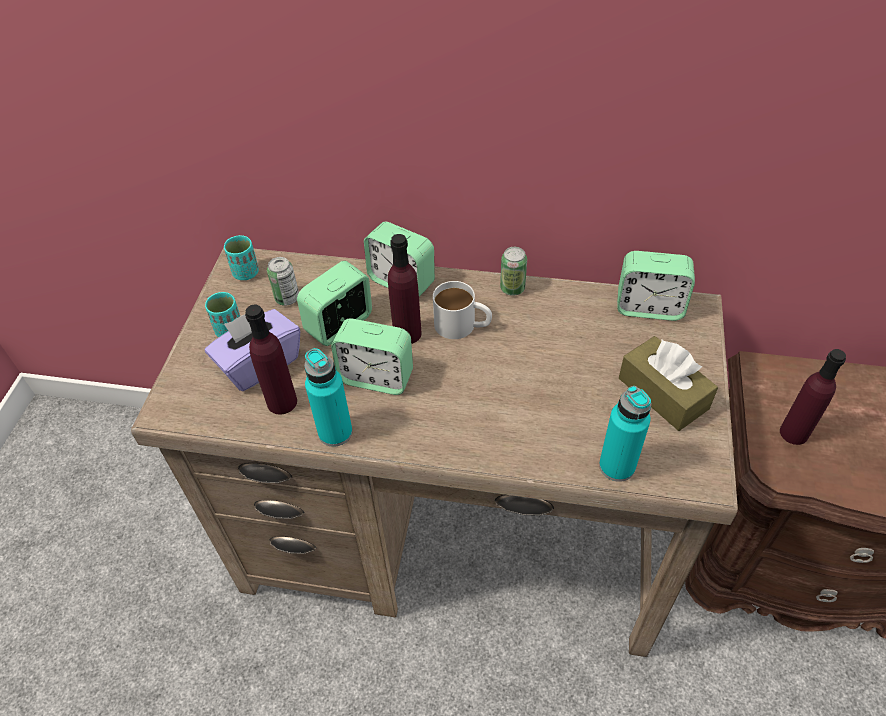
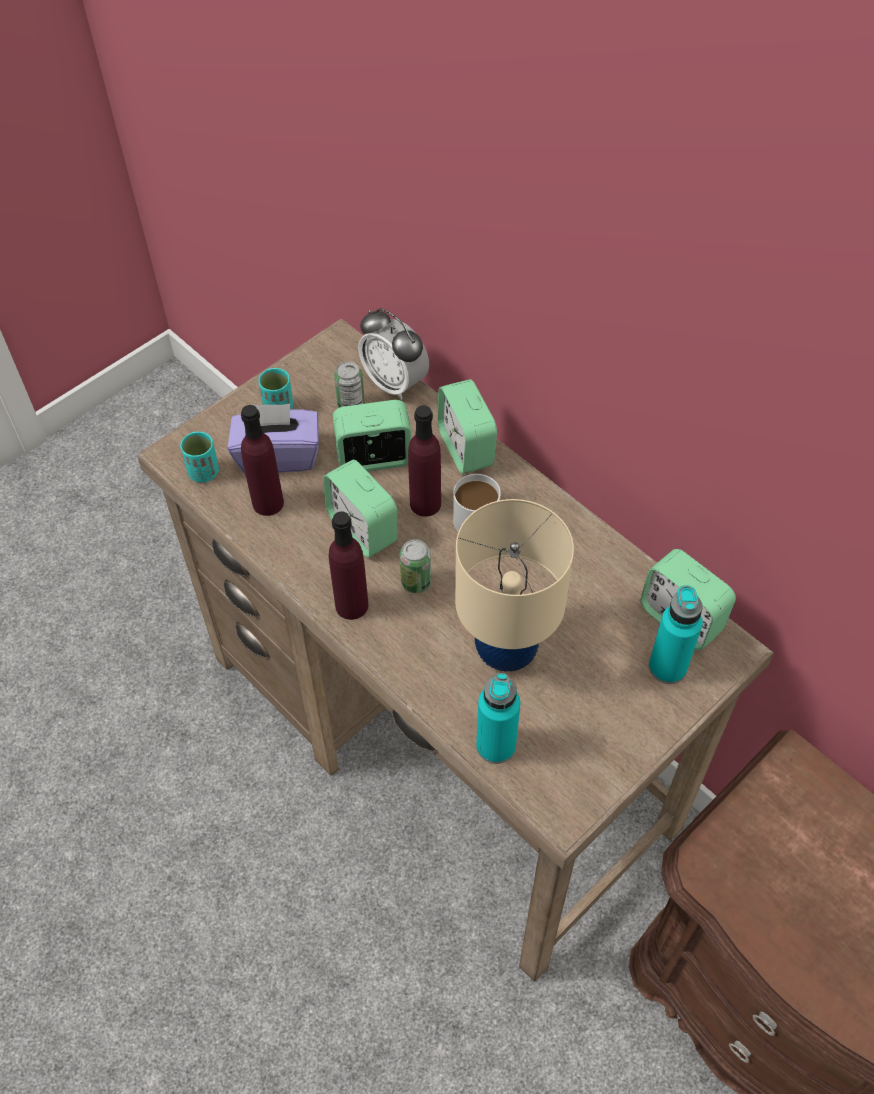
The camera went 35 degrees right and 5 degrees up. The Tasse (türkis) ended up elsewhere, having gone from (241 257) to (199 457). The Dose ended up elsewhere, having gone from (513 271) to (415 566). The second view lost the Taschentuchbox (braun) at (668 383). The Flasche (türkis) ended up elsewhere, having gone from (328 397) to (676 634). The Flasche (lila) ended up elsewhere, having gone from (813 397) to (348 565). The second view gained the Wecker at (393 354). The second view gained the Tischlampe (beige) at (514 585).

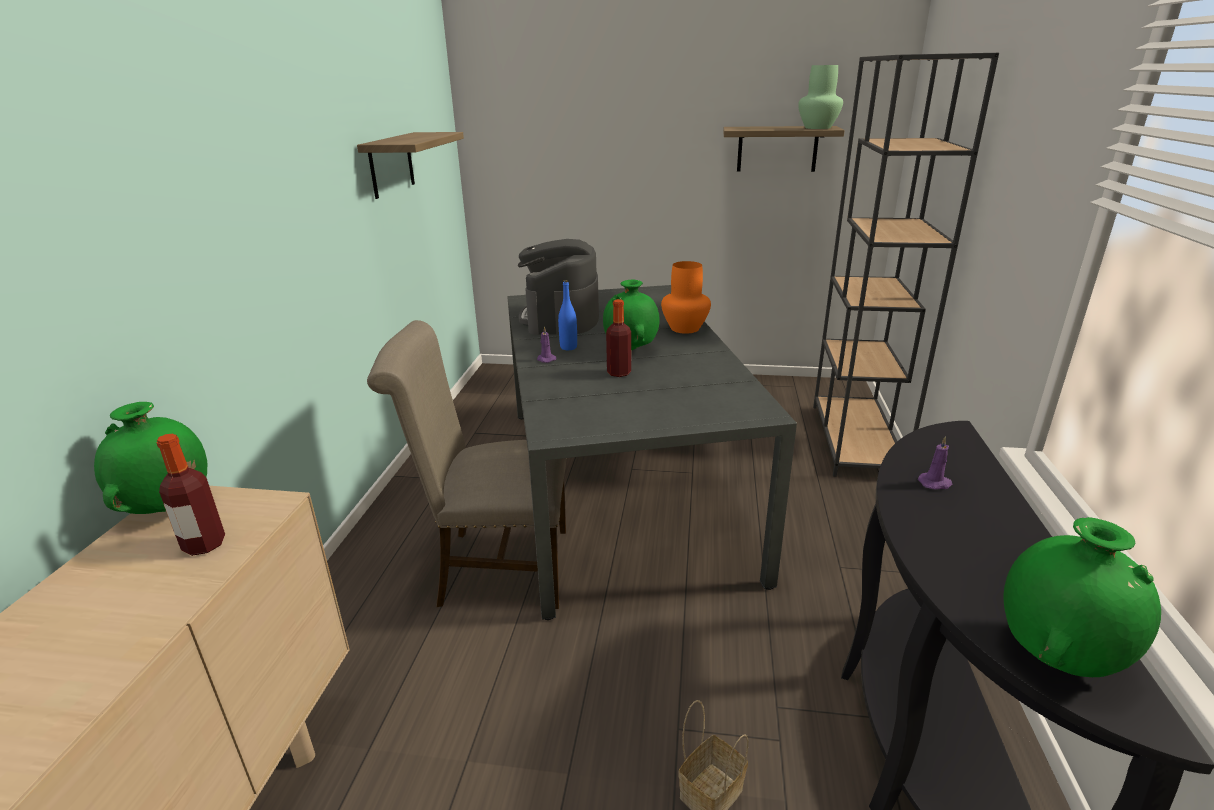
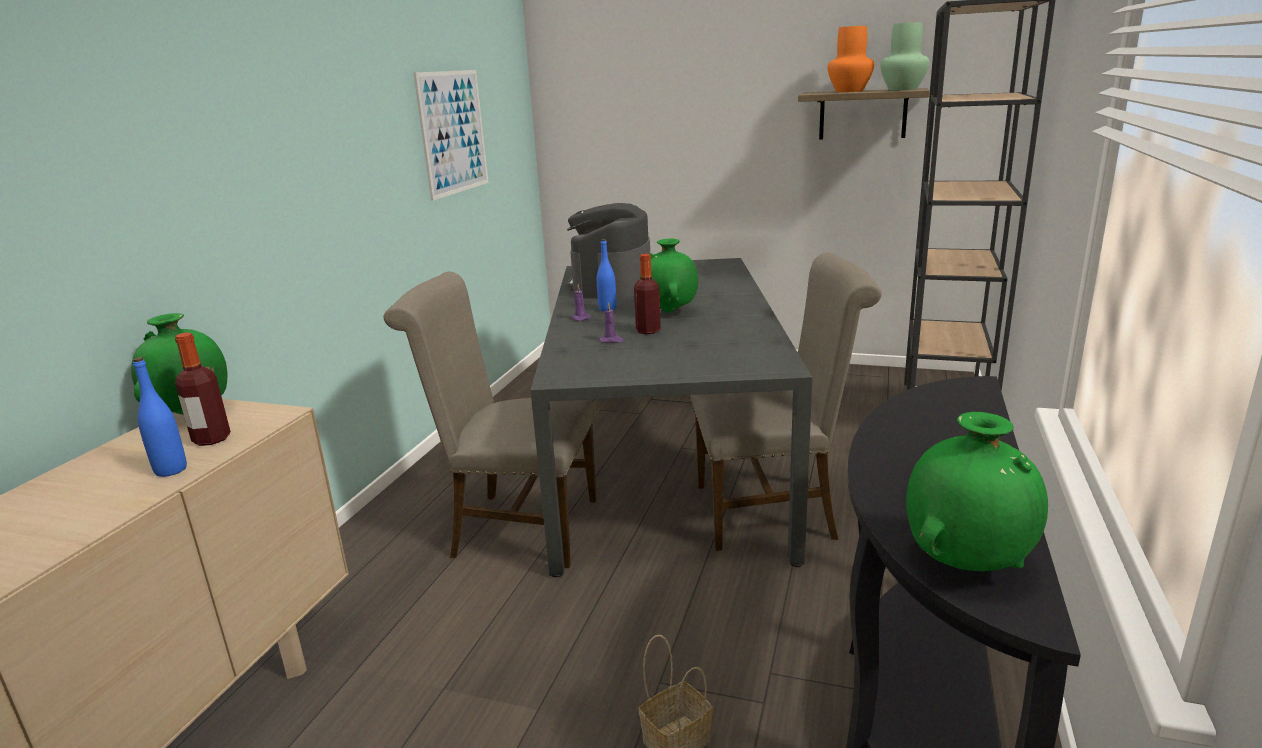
The camera went 10 degrees right and 5 degrees down. Where the Wandregal hung at (410 165), the Bild came to hang at (451 135). The Vase (orange) ended up elsewhere, having gone from (686 297) to (851 59). The Kerze (lila) ended up elsewhere, having gone from (935 462) to (611 323). The second view gained the Stuhl (beige) at (786 401). The second view gained the Flasche (blau) at (160 417).

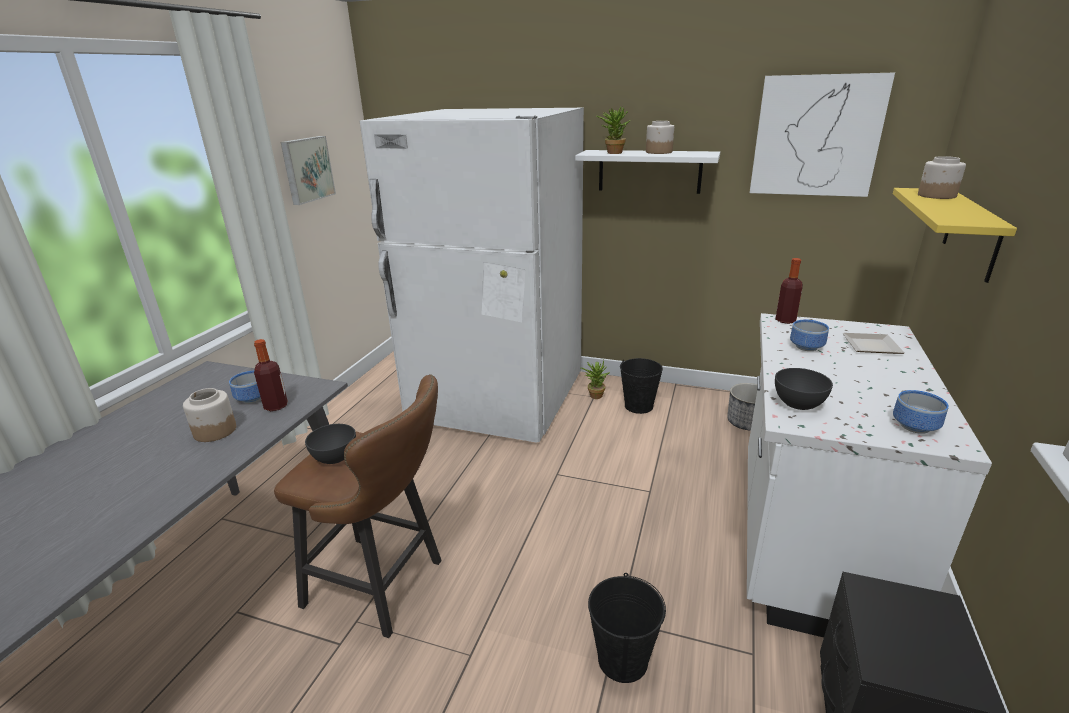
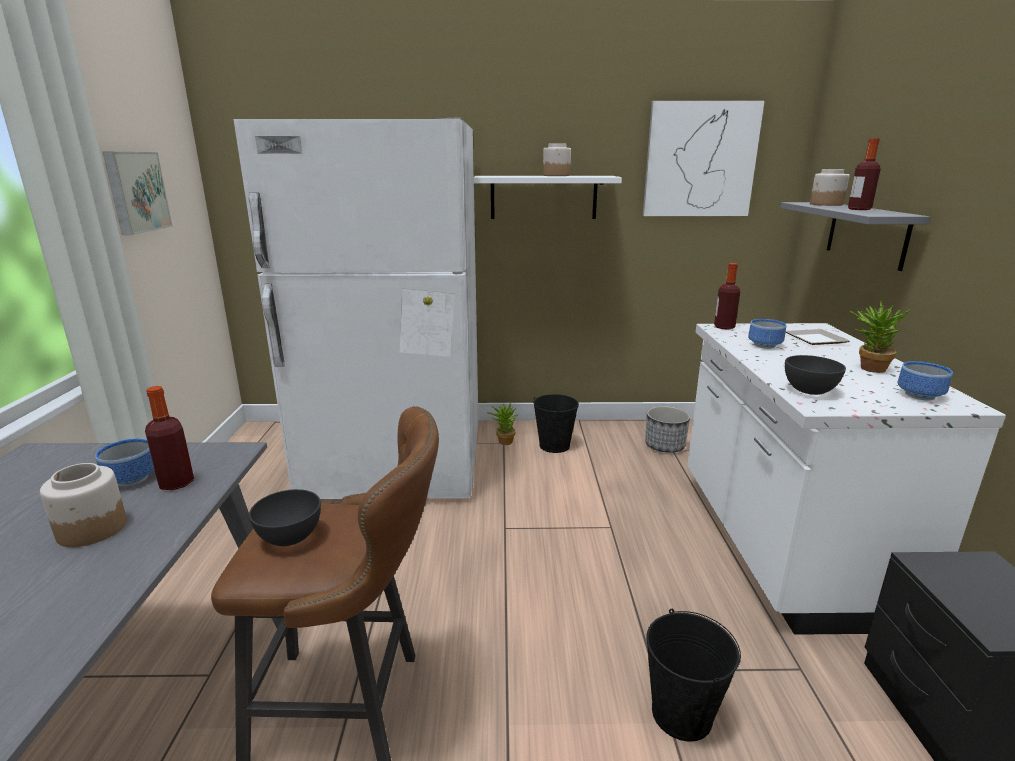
The camera went 20 degrees left and 5 degrees down. The Topfpflanze ended up elsewhere, having gone from (613 130) to (879 336). What was the Wandregal (gelb) at (955 235) turned into the Wandregal (grau) at (855 236). The second view gained the Flasche at (864 174).

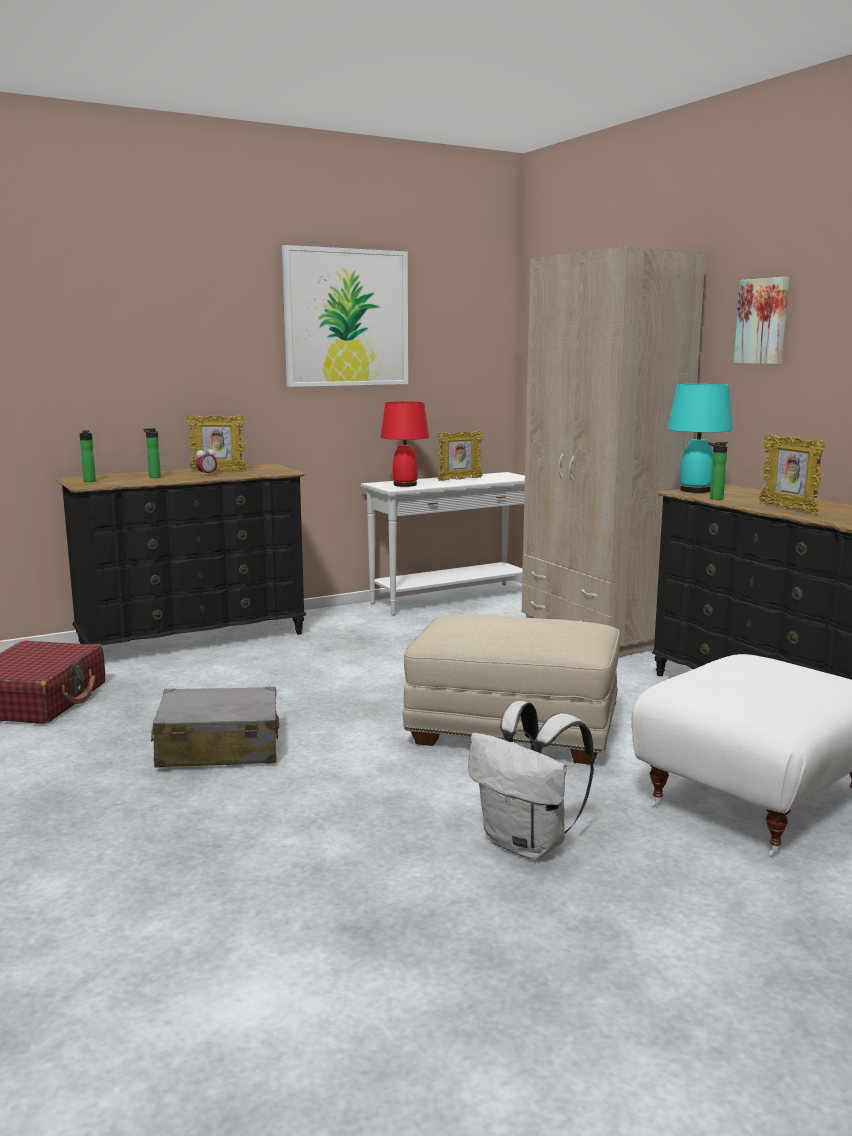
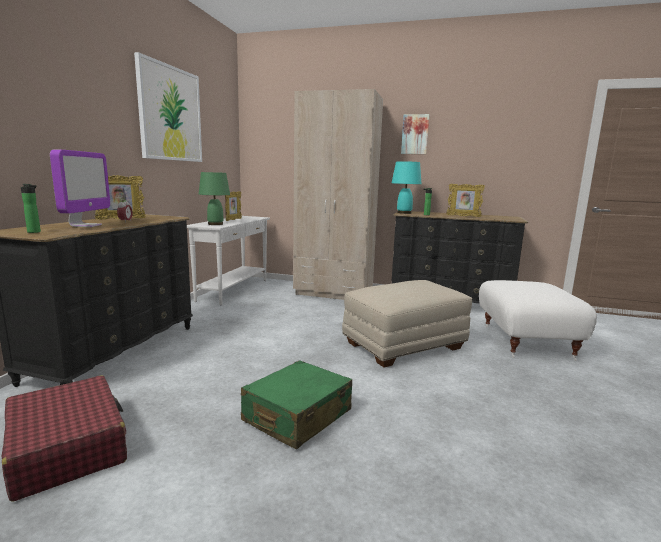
The camera went 45 degrees left and 0 degrees up. What was the Tischlampe (rot) at (405 444) turned into the Tischlampe (grün) at (214 198). Where the Flasche stood at (152 453), the Monitor came to stand at (80 188). What was the Koffer (grau) at (215 727) turned into the Koffer (grün) at (296 404). The second view lost the Rucksack (weiß) at (531 780).

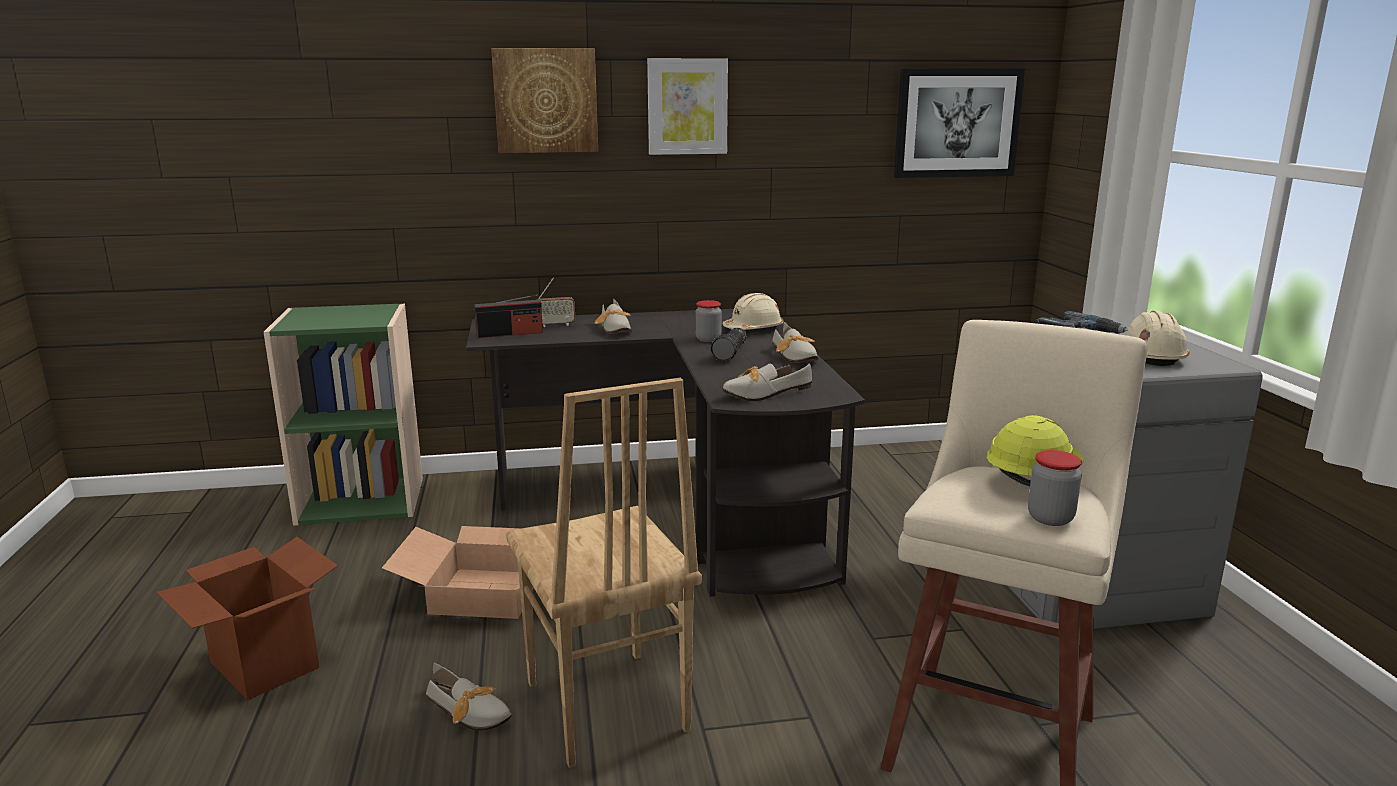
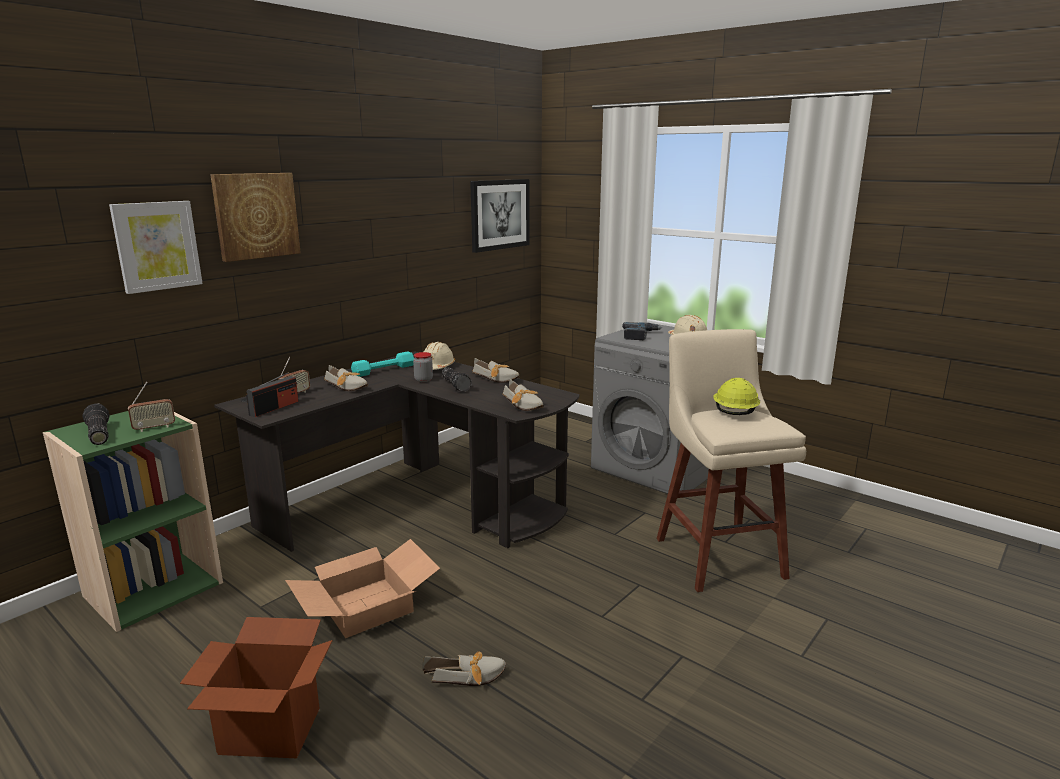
The camera went 40 degrees left and 0 degrees up. The Bild ended up elsewhere, having gone from (687 106) to (156 247). The Schuh at (767 382) ended up facing another way, 60 degrees counterclockwise from before. The second view lost the Stuhl (braun) at (604 573). The second view lost the Vorratsglas at (1055 488). The second view gained the Hantel (türkis) at (382 364). The second view gained the Radio at (151 407). The second view gained the Taschenlampe at (96 424).

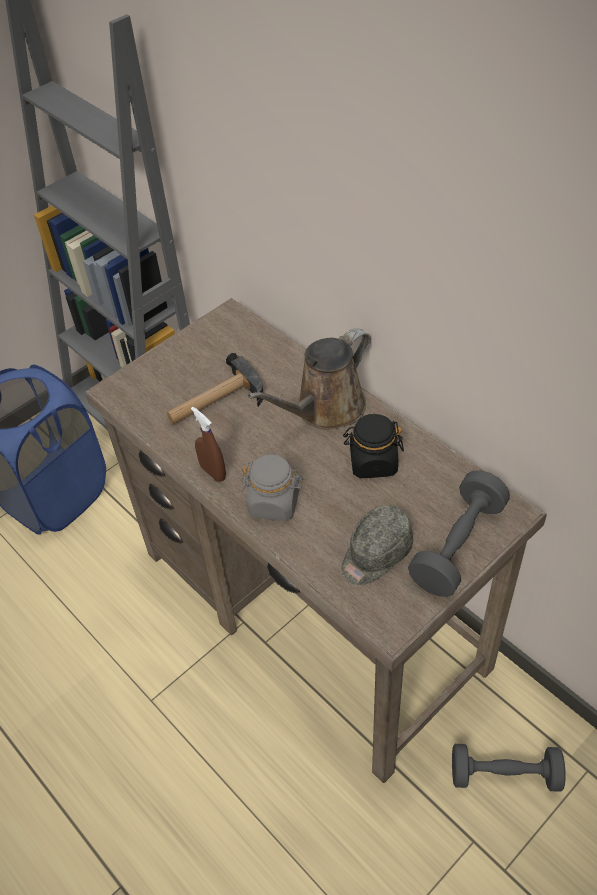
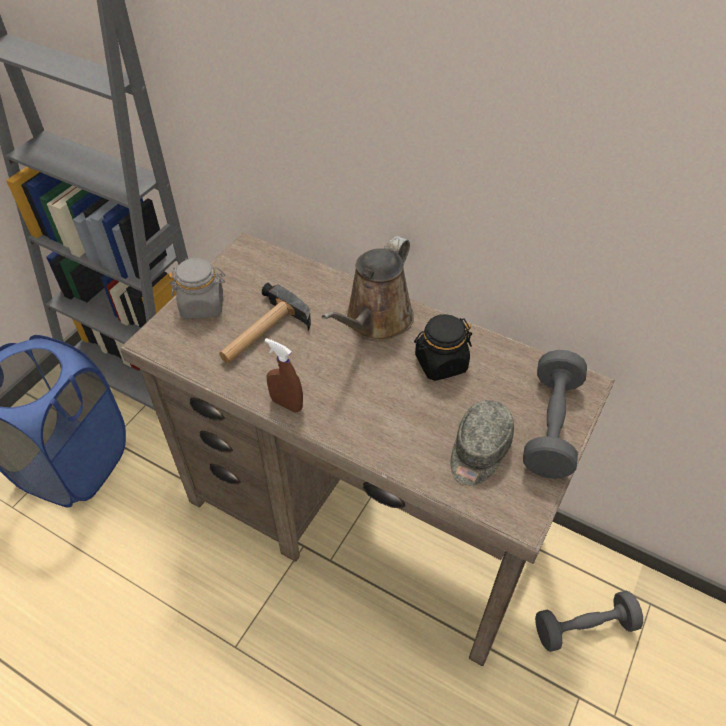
The camera went 20 degrees left and 0 degrees up. The Vorratsglas (grau) ended up elsewhere, having gone from (272 487) to (197 288).

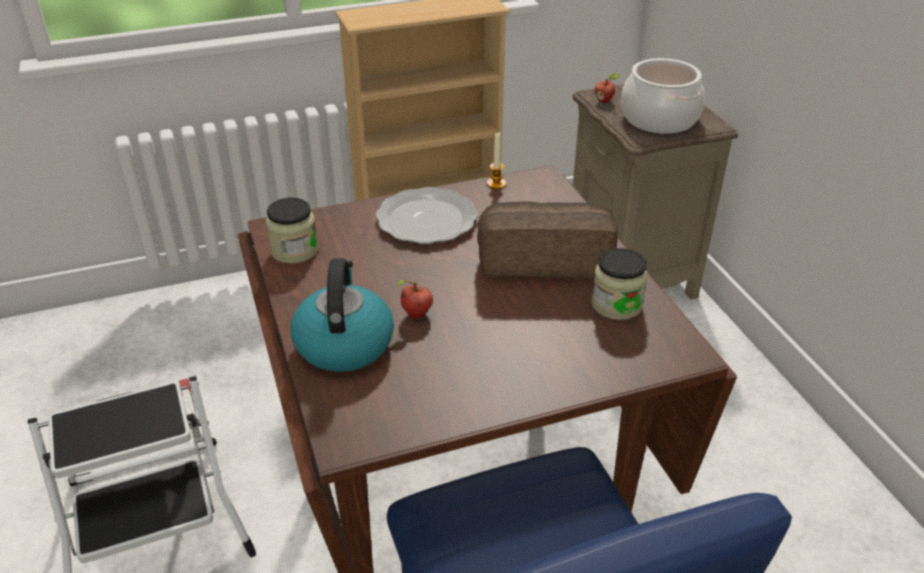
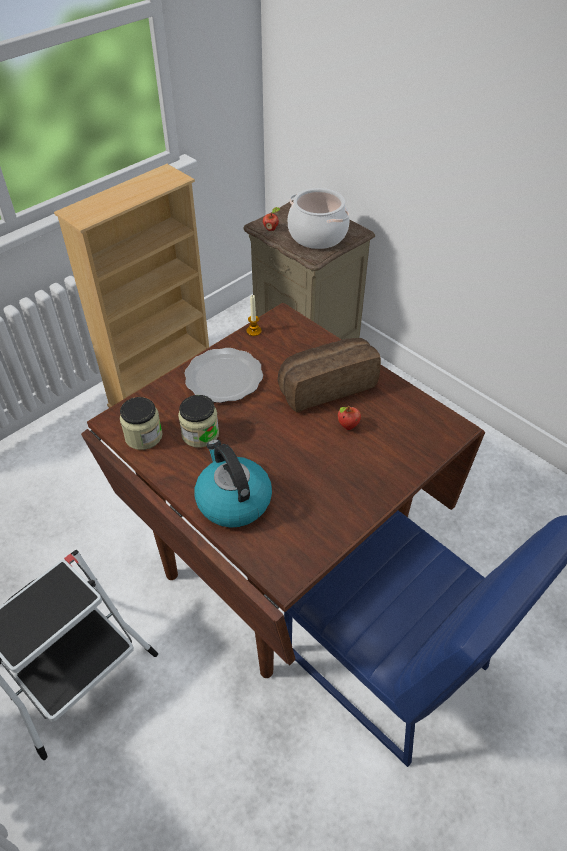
The camera went 25 degrees left and 10 degrees up. The Vorratsglas ended up elsewhere, having gone from (619 284) to (198 421). The Apfel ended up elsewhere, having gone from (414 299) to (349 418).

